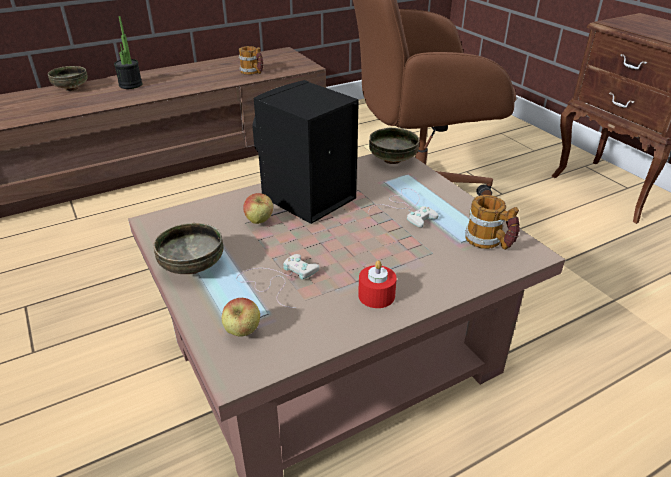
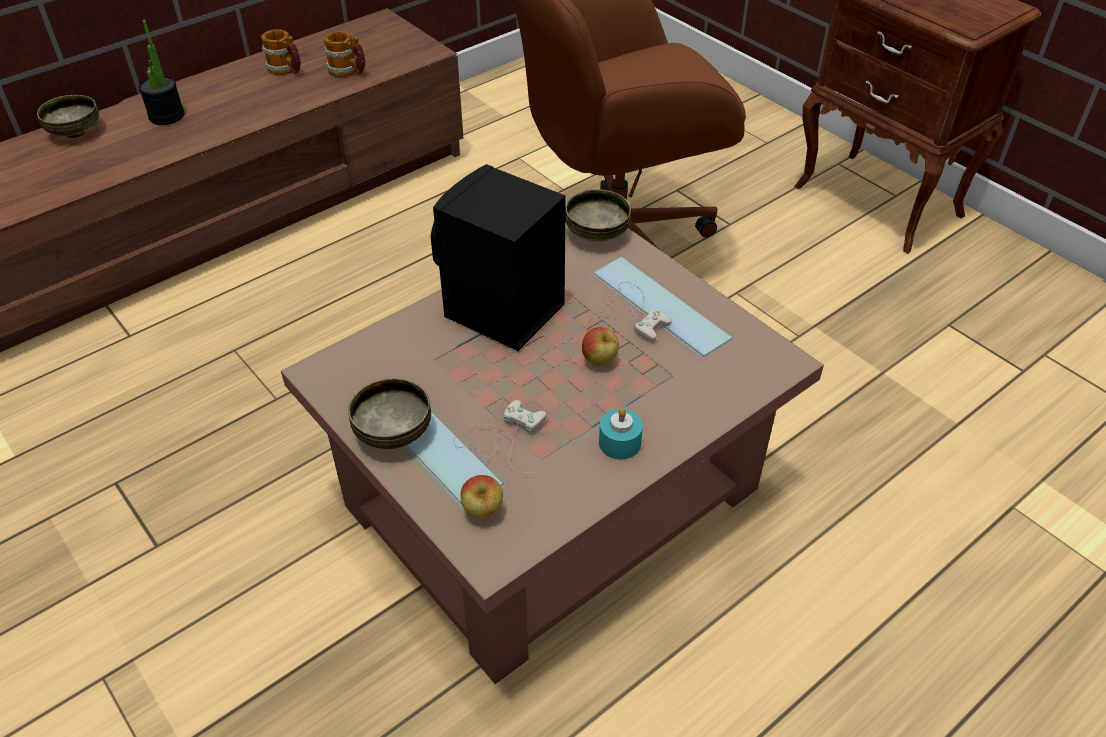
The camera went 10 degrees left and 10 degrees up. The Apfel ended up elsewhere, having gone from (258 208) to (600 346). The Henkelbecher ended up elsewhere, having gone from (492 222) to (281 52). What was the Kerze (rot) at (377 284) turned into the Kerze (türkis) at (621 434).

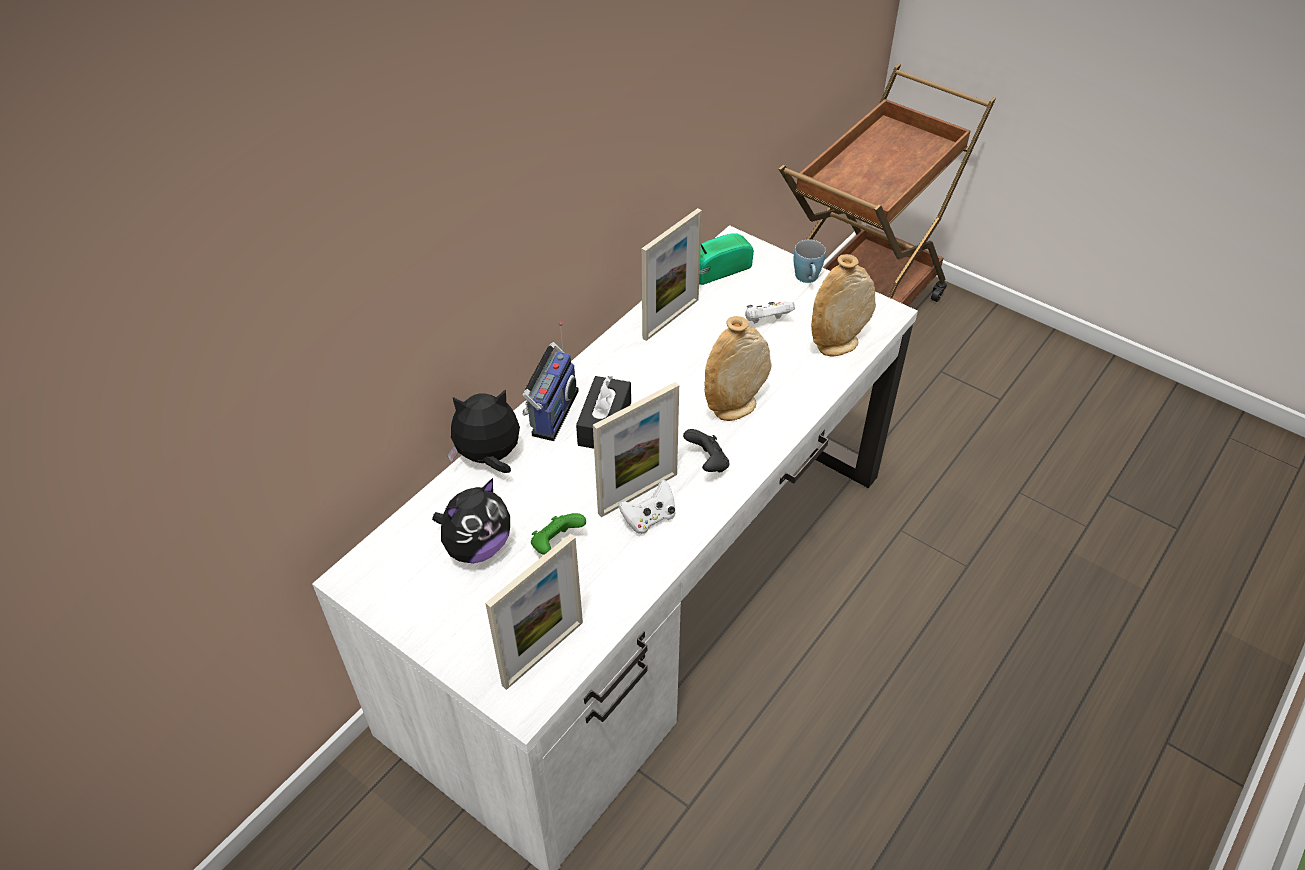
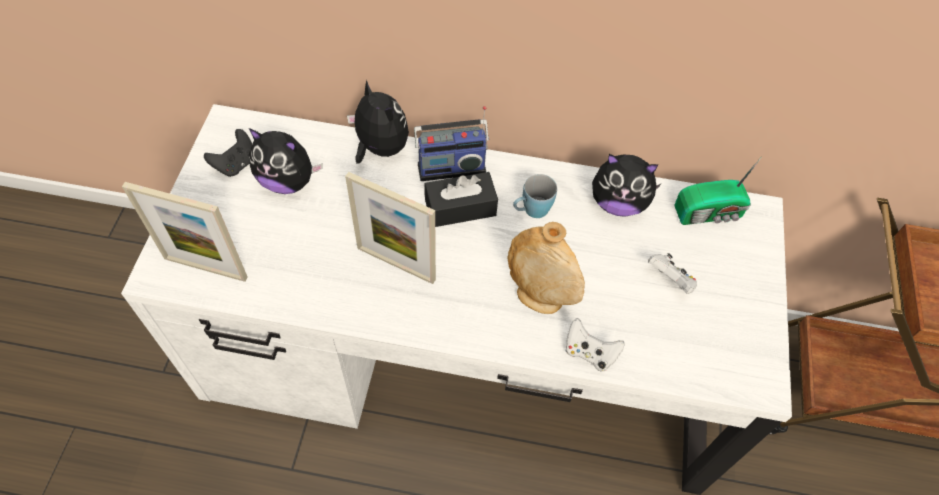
The camera went 60 degrees right and 10 degrees up. Where the Bilderrahmen stood at (672 274), the Plüschtier came to stand at (627 185). The Radio at (726 259) ended up facing another way, 135 degrees clockwise from before. The Henkelbecher (blau) ended up elsewhere, having gone from (810 261) to (535 196). The second view lost the Vase (beige) at (843 305). The Gamepad (schwarz) ended up elsewhere, having gone from (706 450) to (228 153). The Gamepad (weiß) ended up elsewhere, having gone from (646 507) to (595 345). The second view lost the Gamepad (grün) at (558 534).

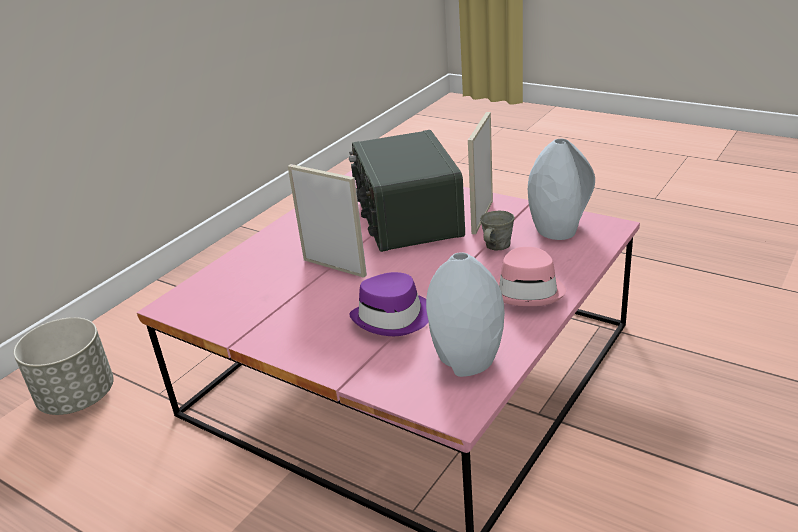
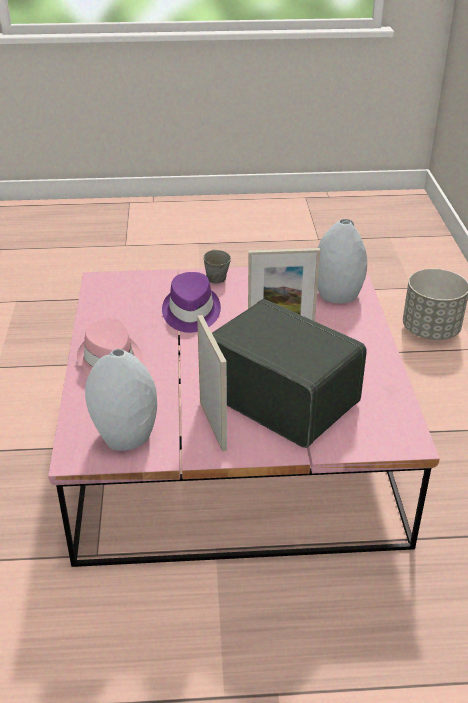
The camera went 140 degrees right and 5 degrees up. The Henkelbecher (grau) ended up elsewhere, having gone from (497 231) to (217 266). The Vase (grau) ended up elsewhere, having gone from (465 314) to (342 261).

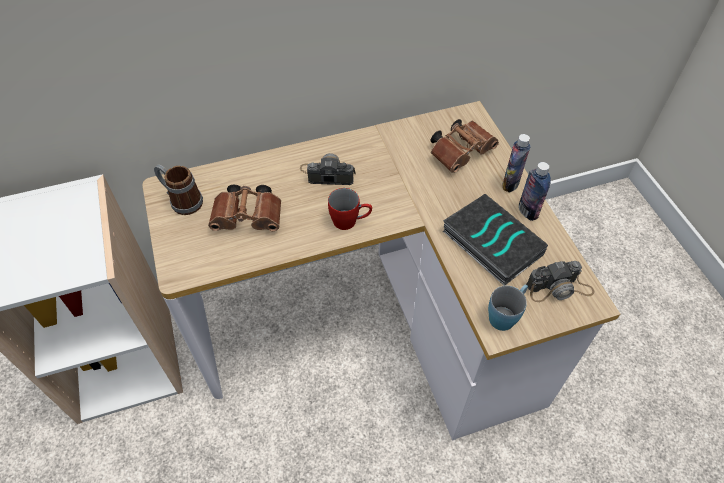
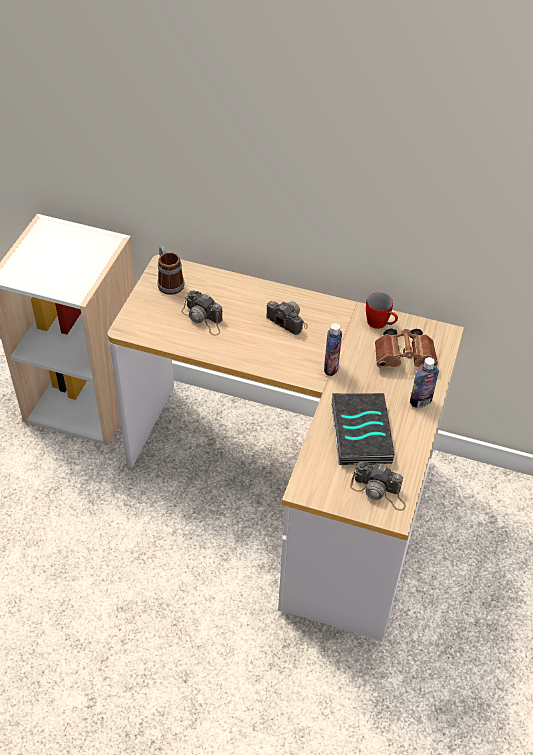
The camera went 35 degrees right and 5 degrees down. The Flasche ended up elsewhere, having gone from (535 191) to (333 349). Where the Fernglas (braun) stood at (244 207), the Kamera came to stand at (202 313). The Henkelbecher (rot) ended up elsewhere, having gone from (350 209) to (382 311). The second view lost the Henkelbecher (blau) at (508 307).

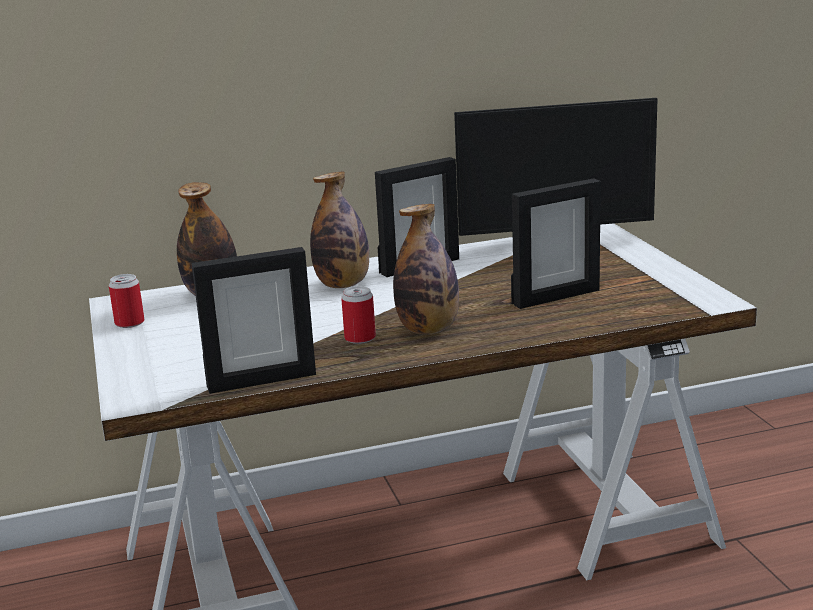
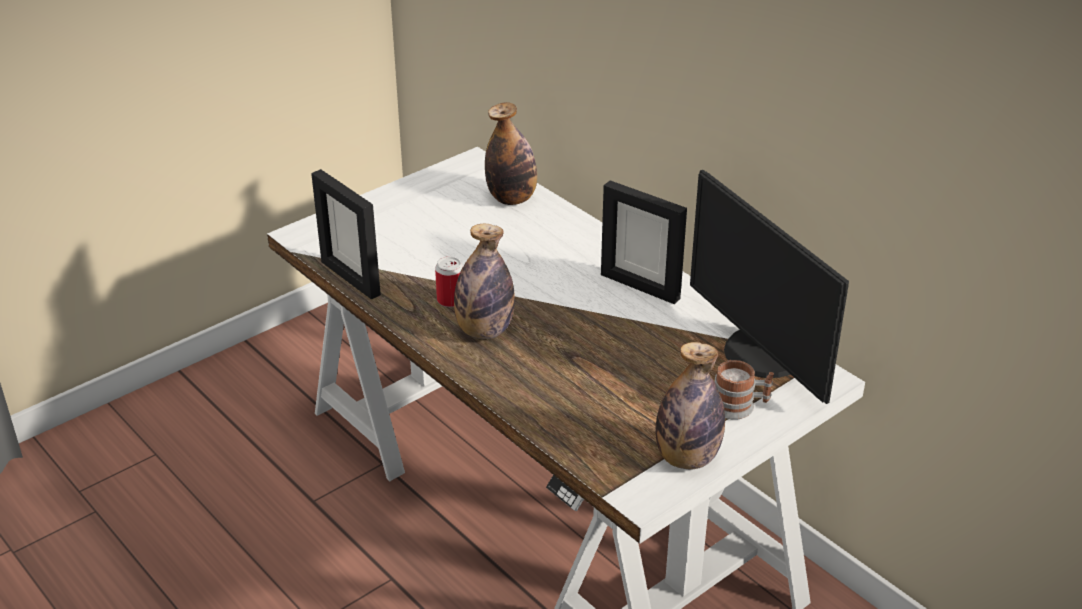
The camera went 65 degrees right and 15 degrees up. The Flasche ended up elsewhere, having gone from (339 230) to (690 405). The second view lost the Bilderrahmen at (556 243). The second view lost the Dose at (127 301). The second view gained the Henkelbecher at (744 390).

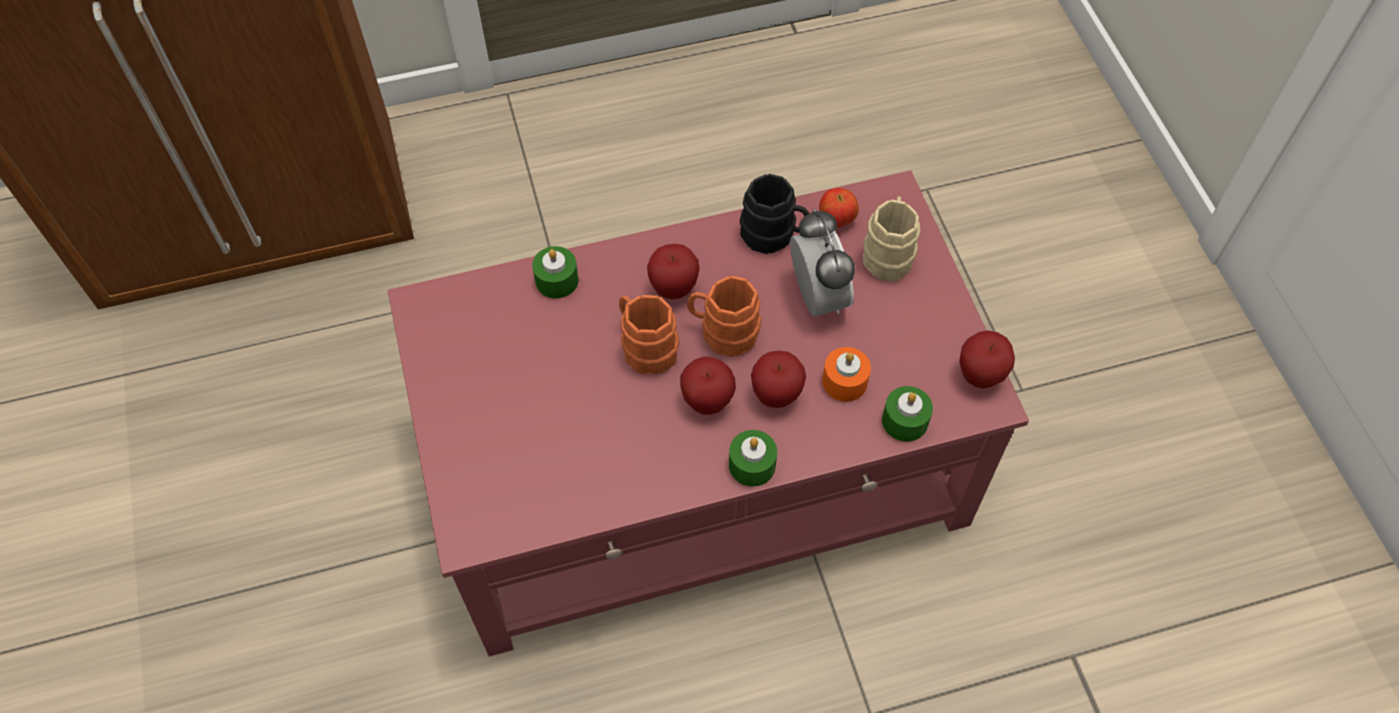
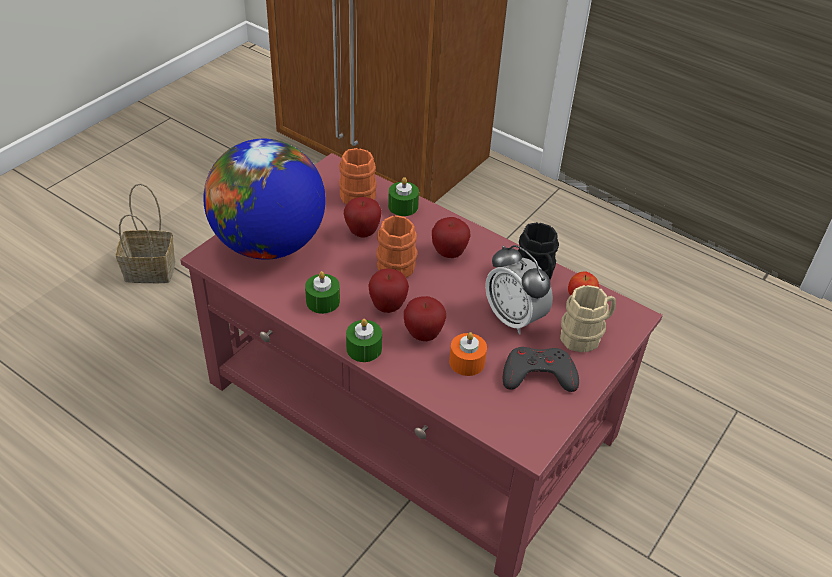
The camera went 50 degrees right and 15 degrees down. The Wecker at (822 262) ended up facing another way, 105 degrees clockwise from before. The Henkelbecher (orange) ended up elsewhere, having gone from (724 316) to (358 176). The Apfel ended up elsewhere, having gone from (987 359) to (363 217). The Kerze (grün) ended up elsewhere, having gone from (907 414) to (322 292). The second view gained the Globus at (264 199). The second view gained the Korb at (145 233). The second view gained the Gamepad (grau) at (541 369).

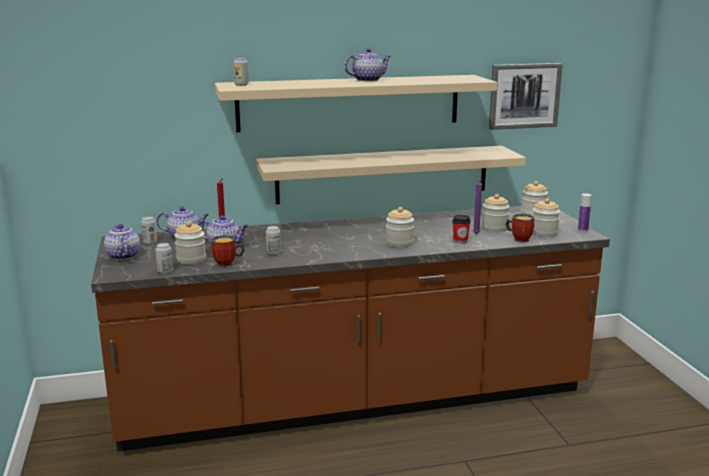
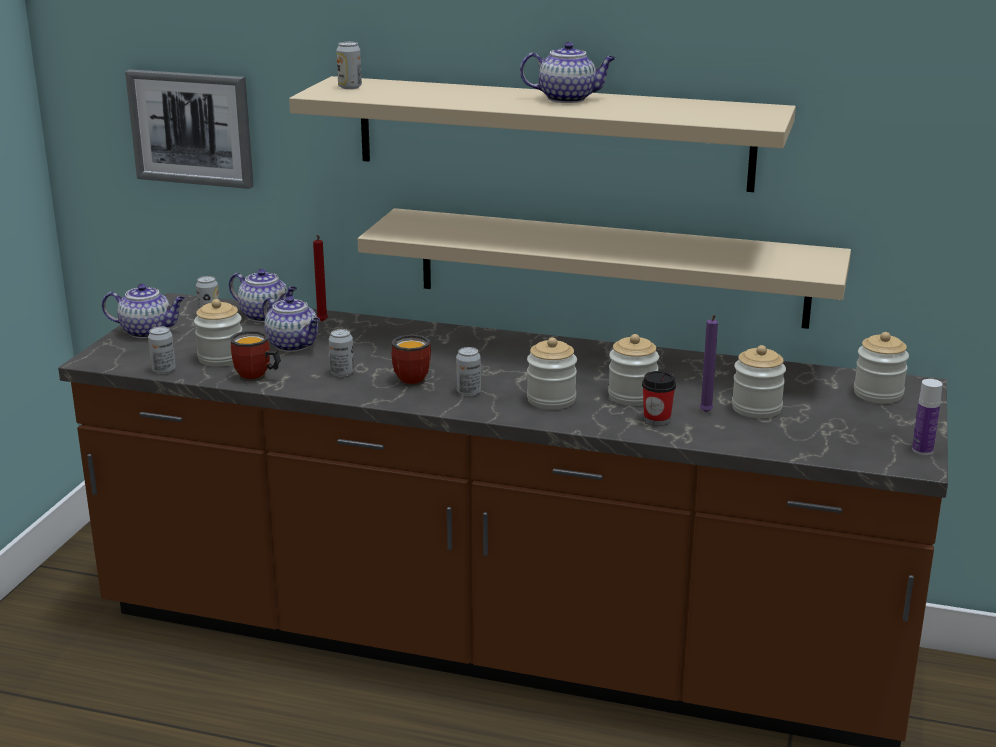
The camera went 30 degrees right and 5 degrees up. The Bild ended up elsewhere, having gone from (526 96) to (189 129). The Vorratsglas ended up elsewhere, having gone from (546 217) to (633 370). The Henkelbecher ended up elsewhere, having gone from (520 228) to (411 360). The Teekanne at (122 242) ended up facing another way, 90 degrees clockwise from before. The second view gained the Dose at (468 371).

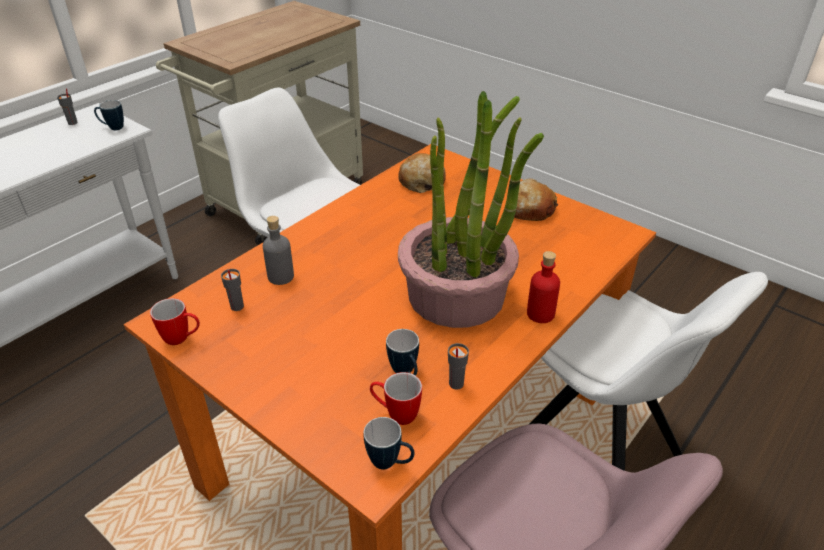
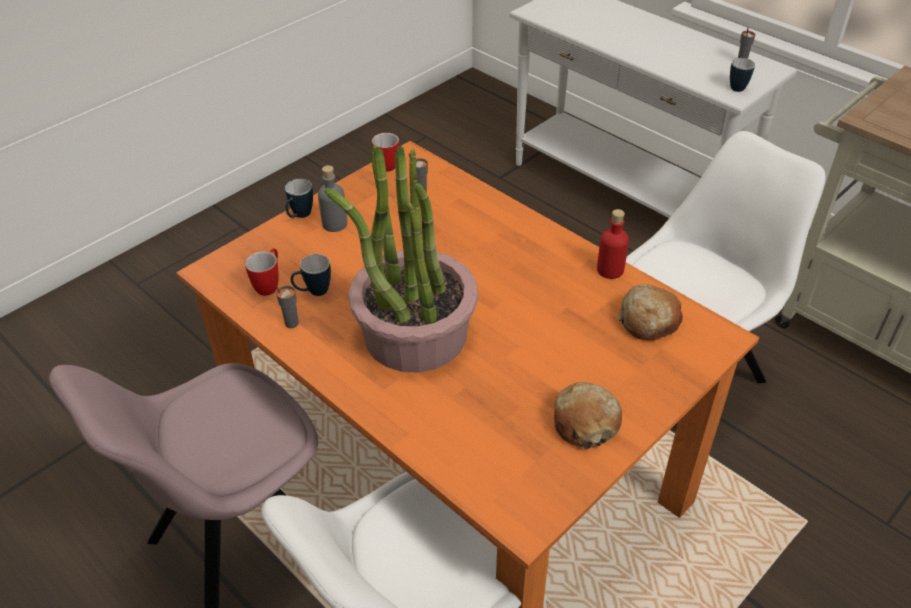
The camera went 95 degrees right and 5 degrees up. The Flasche (grau) ended up elsewhere, having gone from (278 250) to (333 198). The Flasche (rot) ended up elsewhere, having gone from (543 287) to (613 244). The Henkelbecher ended up elsewhere, having gone from (389 443) to (299 198).

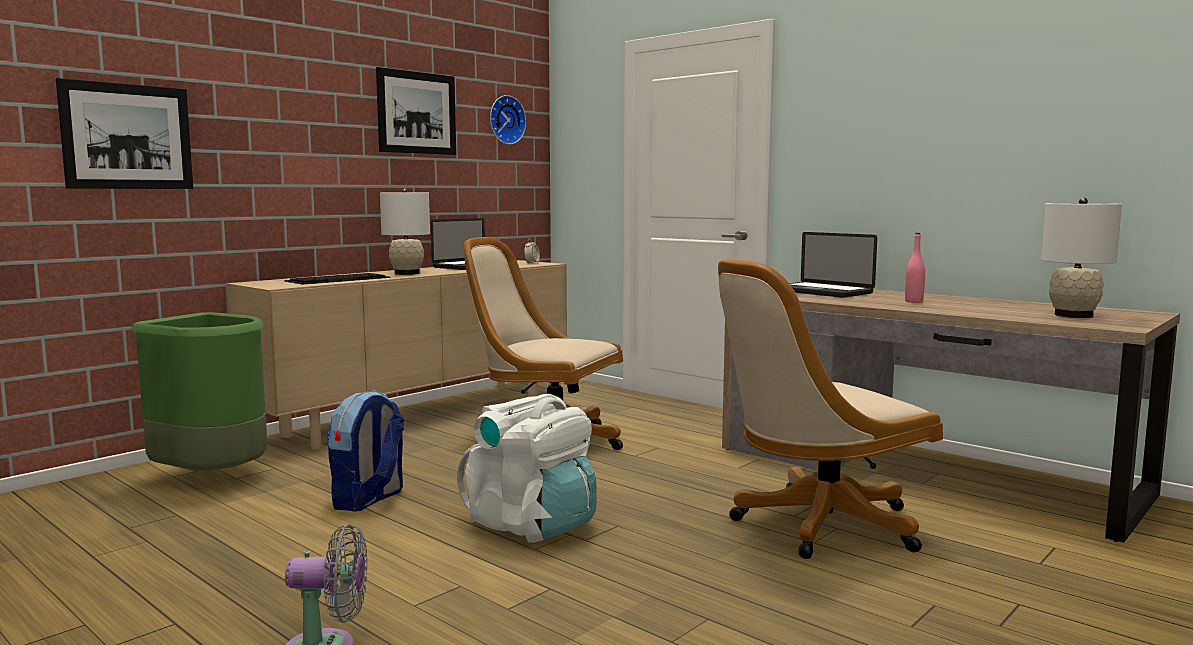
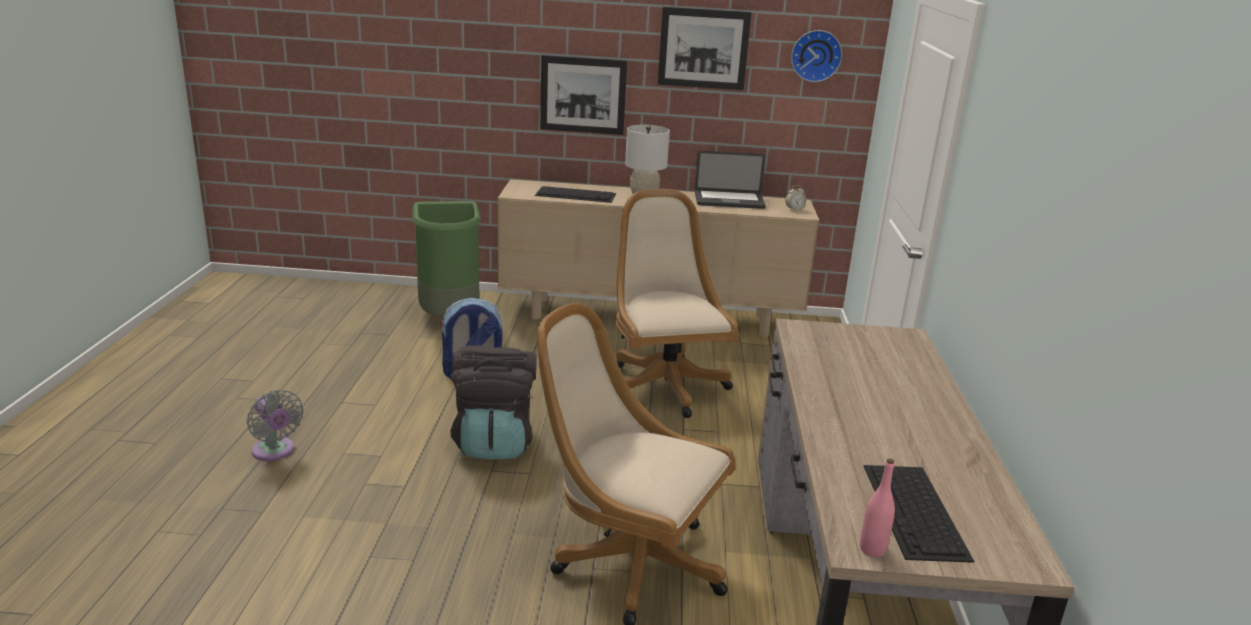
The camera went 50 degrees right and 15 degrees up. The Bild ended up elsewhere, having gone from (124 133) to (583 95). Where the Tischlampe (weiß) stood at (1081 258), the Tastatur came to stand at (919 514). The second view lost the Laptop at (833 265). The Flasche (rosa) ended up elsewhere, having gone from (915 268) to (877 508). What was the Rucksack (weiß) at (527 468) turned into the Rucksack (schwarz) at (493 402).

